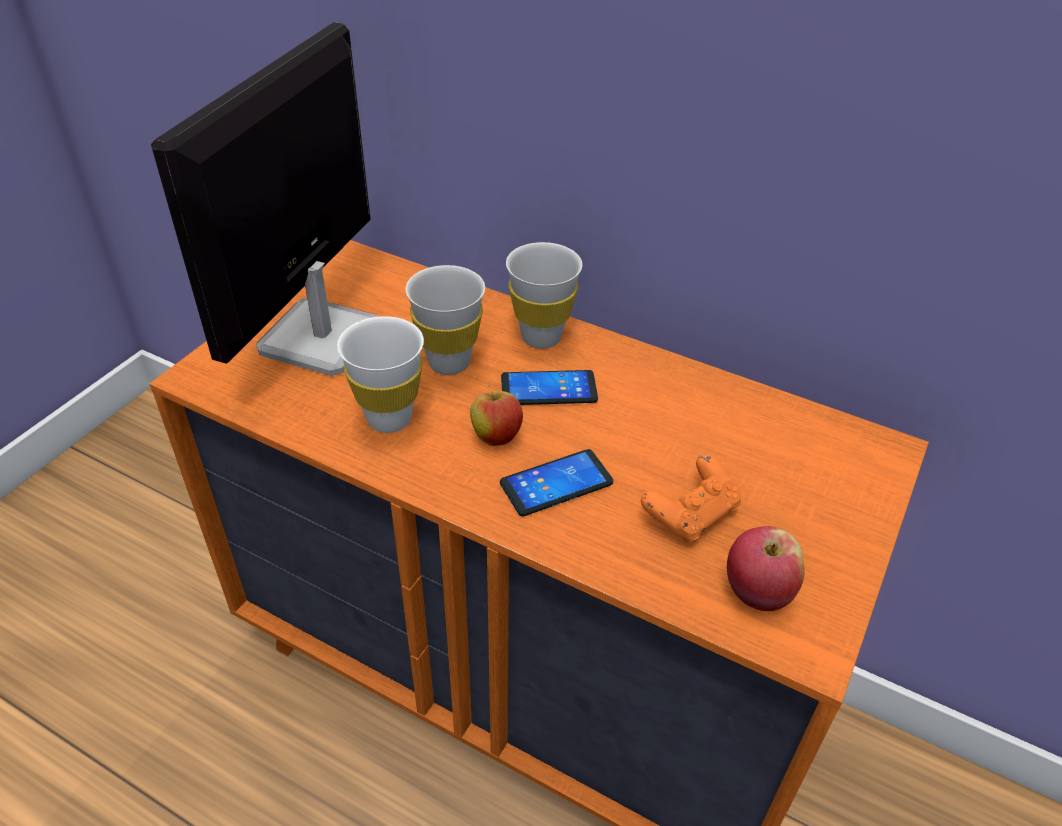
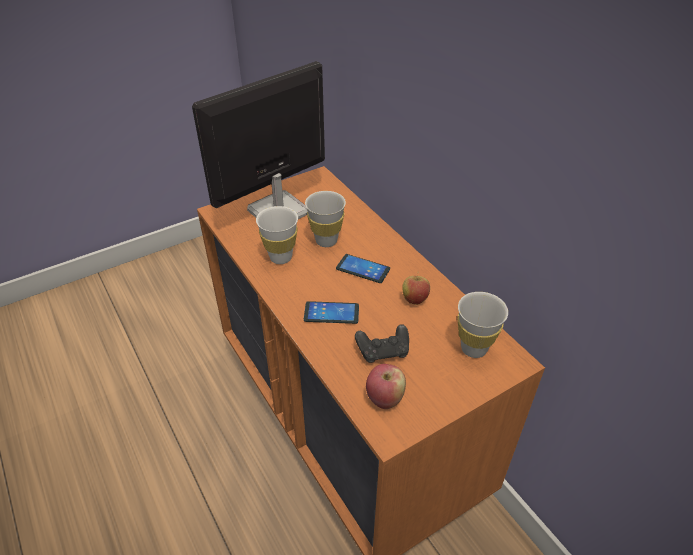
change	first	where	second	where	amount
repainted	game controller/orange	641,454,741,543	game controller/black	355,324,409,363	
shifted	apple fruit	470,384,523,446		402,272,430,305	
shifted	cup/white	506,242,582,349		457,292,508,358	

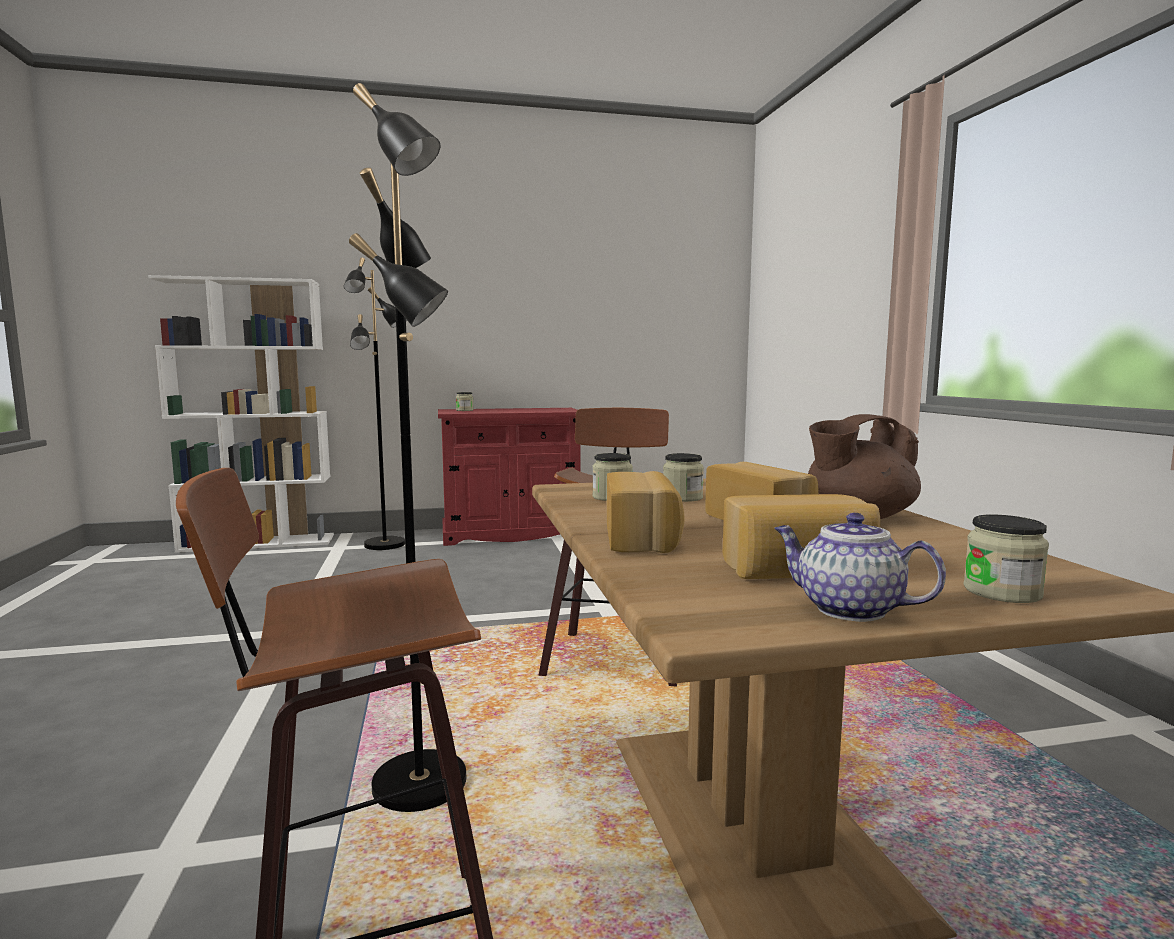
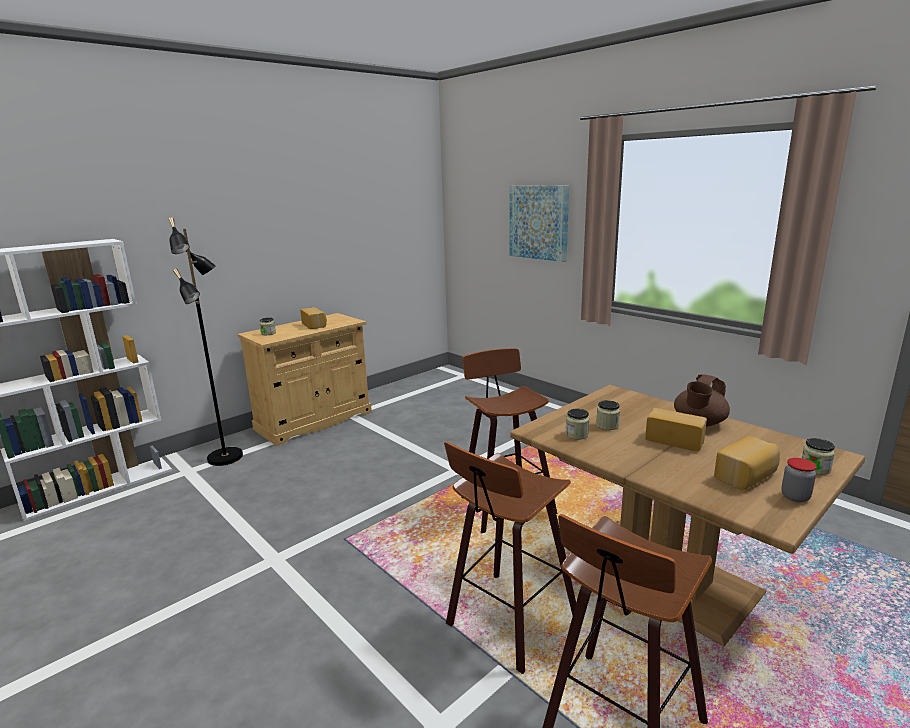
change	first	where	second	where	amount
repainted	storage cabinet/reddish	438,408,580,546	storage cabinet/beige-coloured	237,313,372,446	
shifted	bread	607,471,685,553		300,307,327,329	
swapped	standard lamp/black	349,83,466,812	stool	444,442,576,674	
new			wall picture	509,185,569,262	
swapped	pot for tea	774,513,946,622	preserve jar	781,458,816,502	

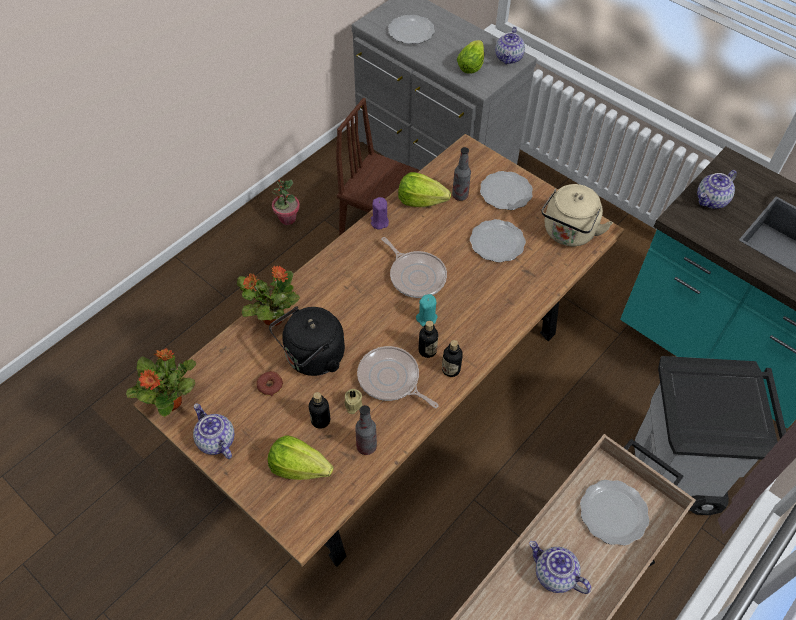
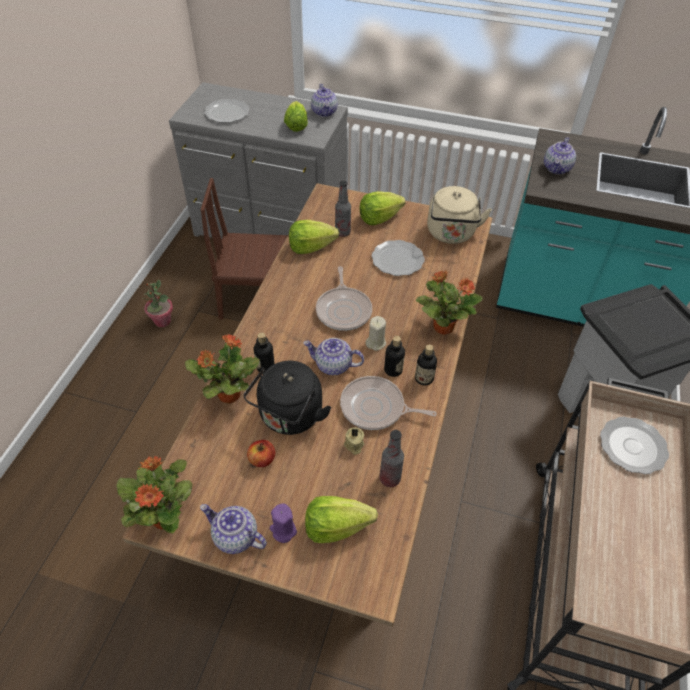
change	first	where	second	where	amount
swapped	doughnut	256,371,283,396	apple fruit	247,440,275,467	
shifted	drink bottle	309,392,330,429		254,333,275,372	
shifted	wax candle/purplish	371,197,389,230		270,503,297,543	
shifted	pot for tea	529,541,591,594		303,338,364,375	
rotated	pan	381,237,447,298		316,266,372,331	60 degrees clockwise
swapped	dinner plate	480,171,533,210	lettuce	360,191,405,225	
repainted	wax candle/blue-green	416,294,438,327	wax candle/beige-coloured	366,316,386,351	
new			plant in a pot	416,270,483,335	

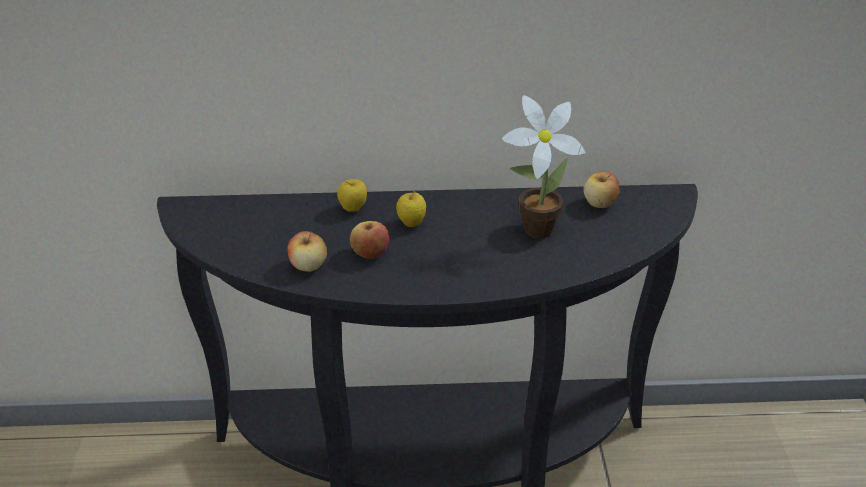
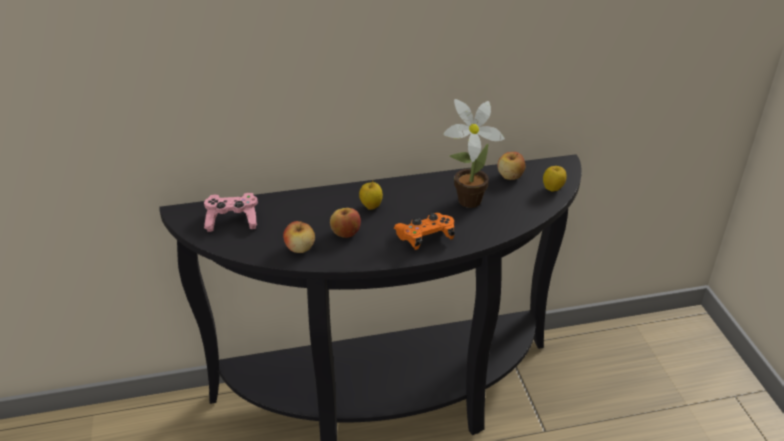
change	first	where	second	where	amount
new			game controller/pinkish	204,193,258,232	
new			game controller/orange	394,213,455,250	
shifted	apple fruit	337,179,367,212		543,166,567,192	

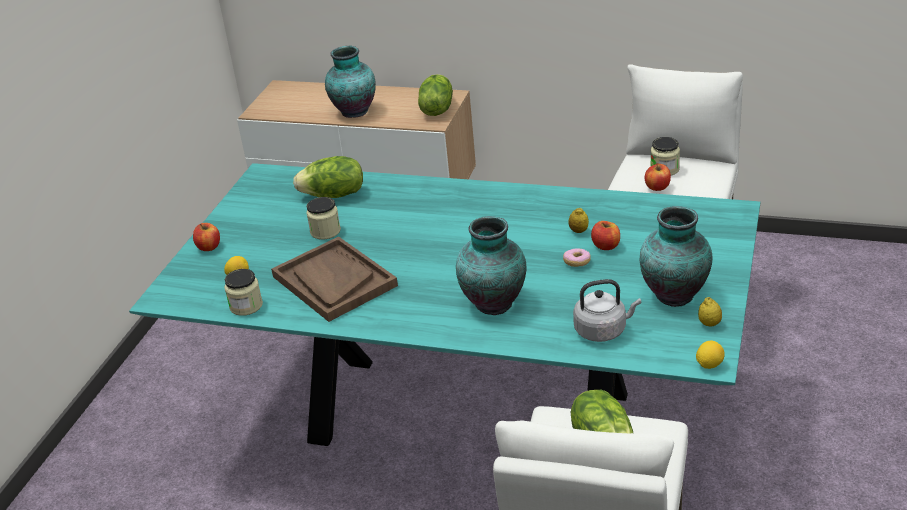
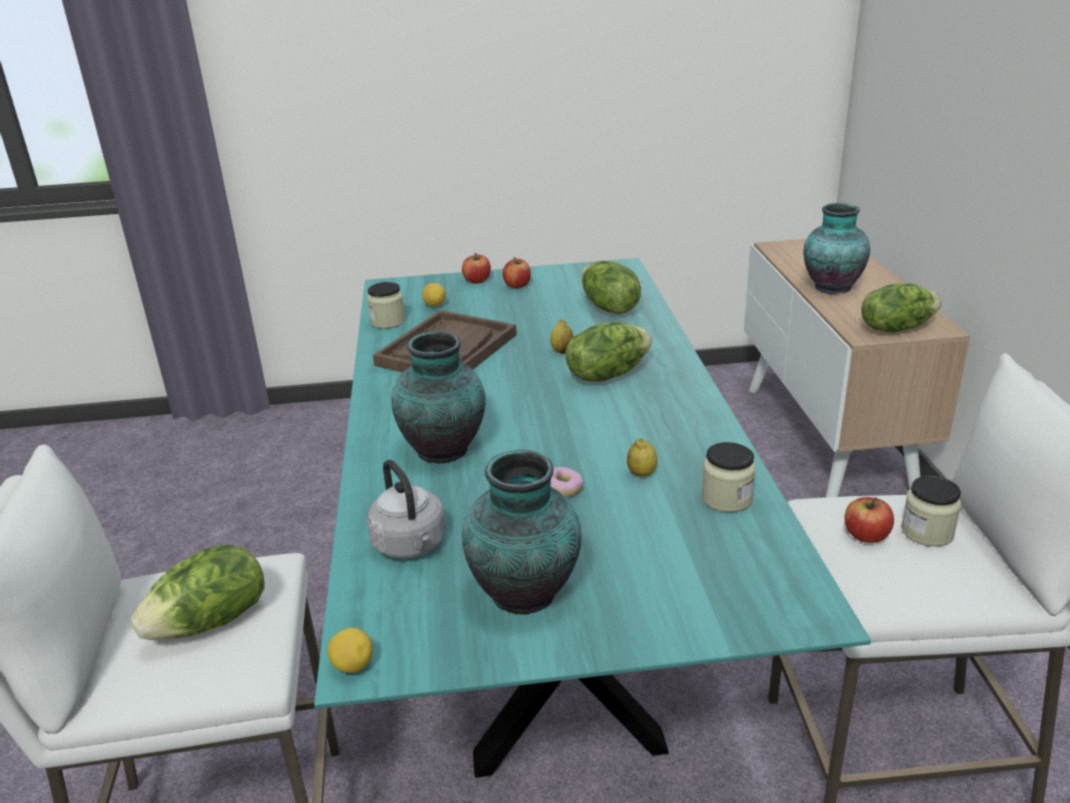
change	first	where	second	where	amount
shifted	apple fruit	591,221,620,250		503,257,531,288	
shifted	lemon	698,297,722,327		550,320,574,354	
new			lettuce	565,322,652,382	
shifted	preserve jar	306,197,341,240		702,442,756,512	

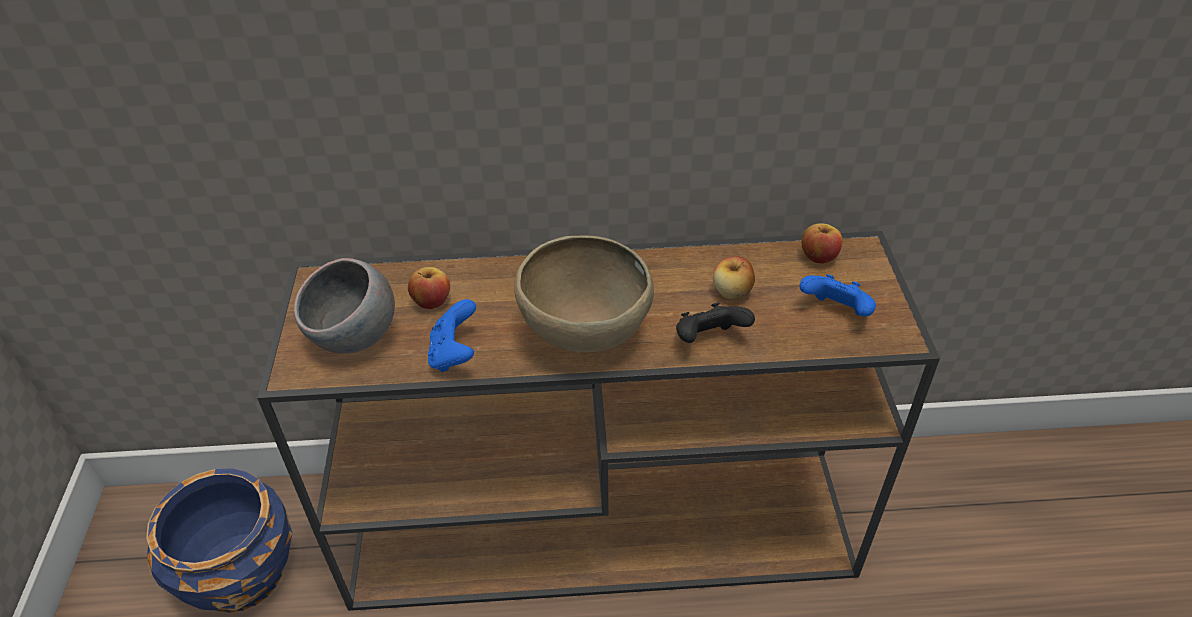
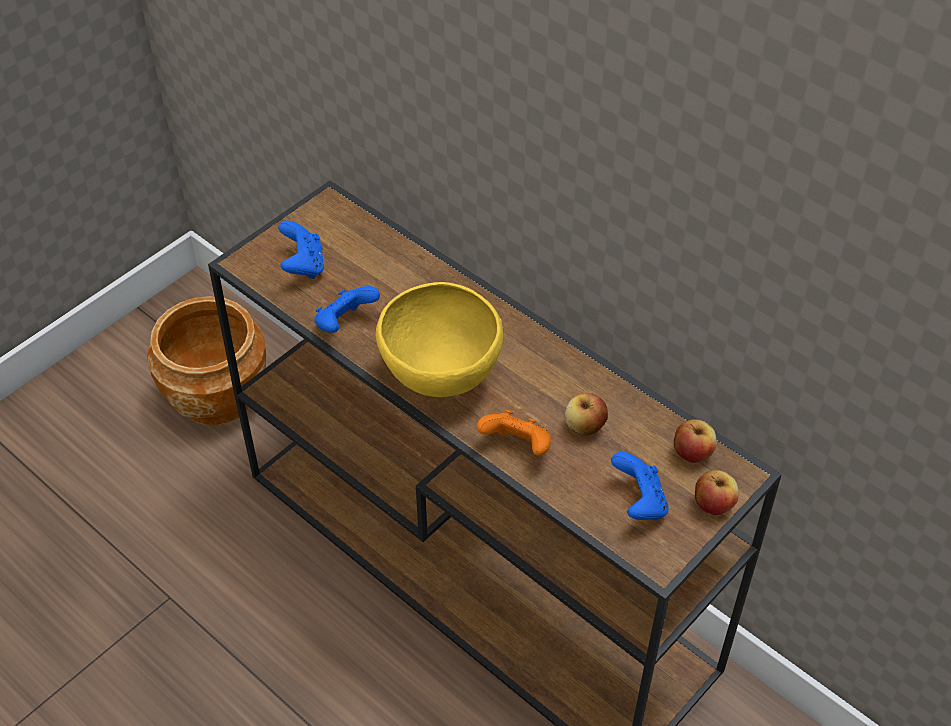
change	first	where	second	where	amount
repainted	flower pot/blue-coloured	146,468,293,613	flower pot/brown	147,296,266,425	
swapped	bowl/greyish	294,258,395,354	game controller/blue-coloured	278,220,324,279	
repainted	bowl/brown	514,235,654,353	bowl/yellowish	376,282,503,397	
repainted	game controller/black	676,302,755,343	game controller/orange	477,410,551,456	
shifted	apple fruit	408,267,450,309		695,470,739,515	

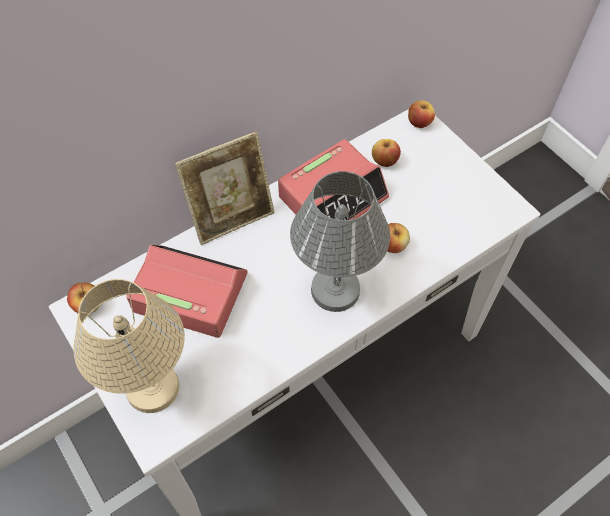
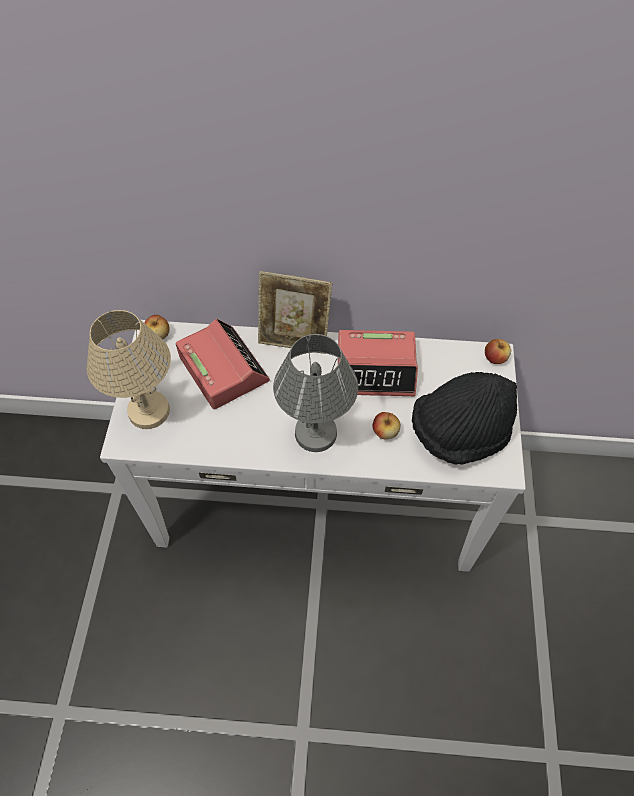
change	first	where	second	where	amount
new			wearable hat/black	412,372,517,465	
gone	apple fruit	372,139,401,167			

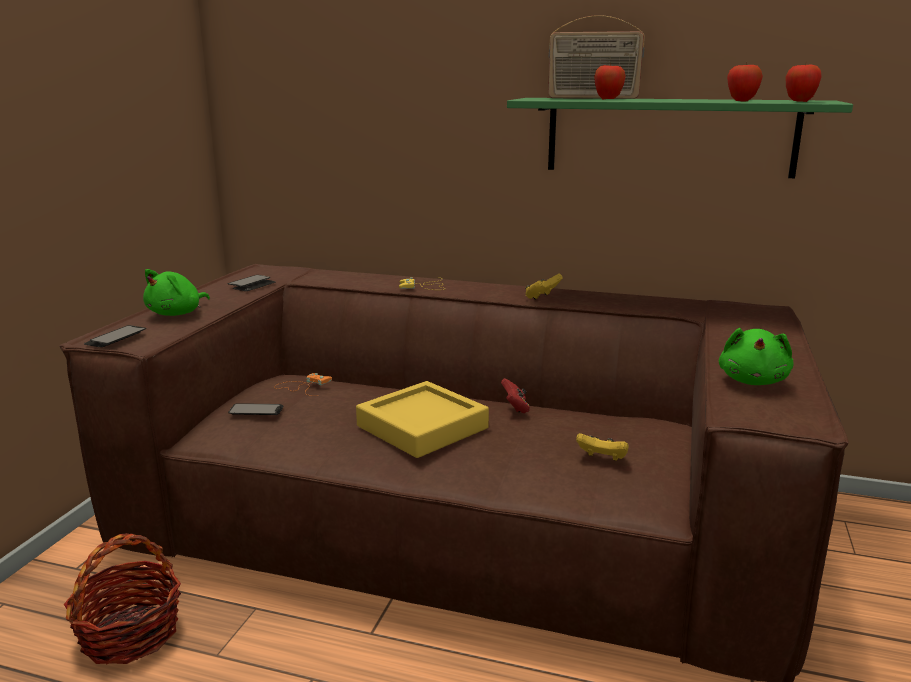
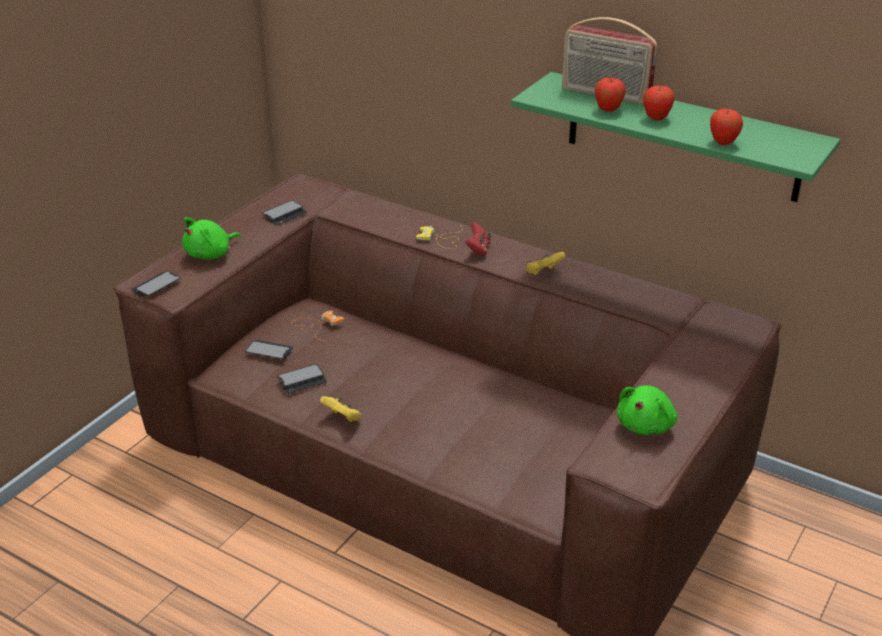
change	first	where	second	where	amount
new			phone	278,364,327,394	
shifted	game controller/yellowish	576,433,629,461		320,396,361,422	
shifted	game controller/reddish	501,378,530,413		465,222,491,256	
shifted	apple fruit	786,62,822,102		643,86,674,121	
gone	household basket	64,533,181,664			
gone	tray/yellowish	356,381,489,458			

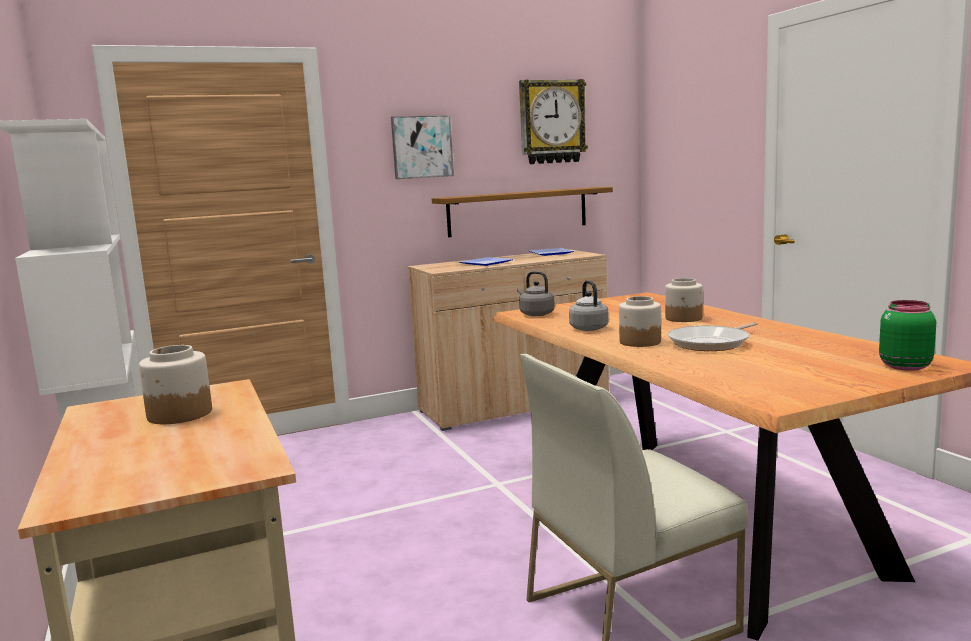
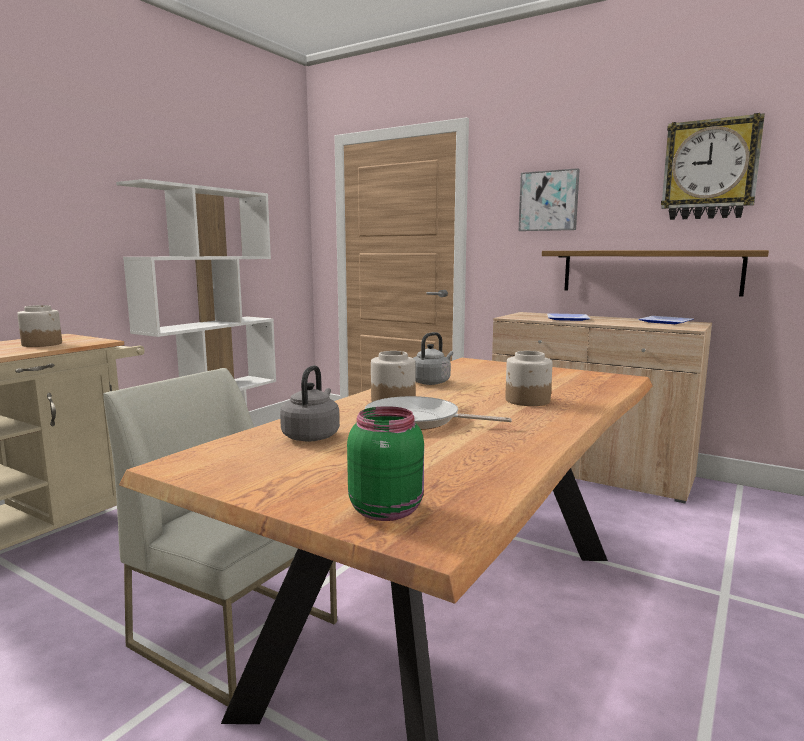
change	first	where	second	where	amount
shifted	water kettle/greyish	517,271,555,316		280,365,340,441	

